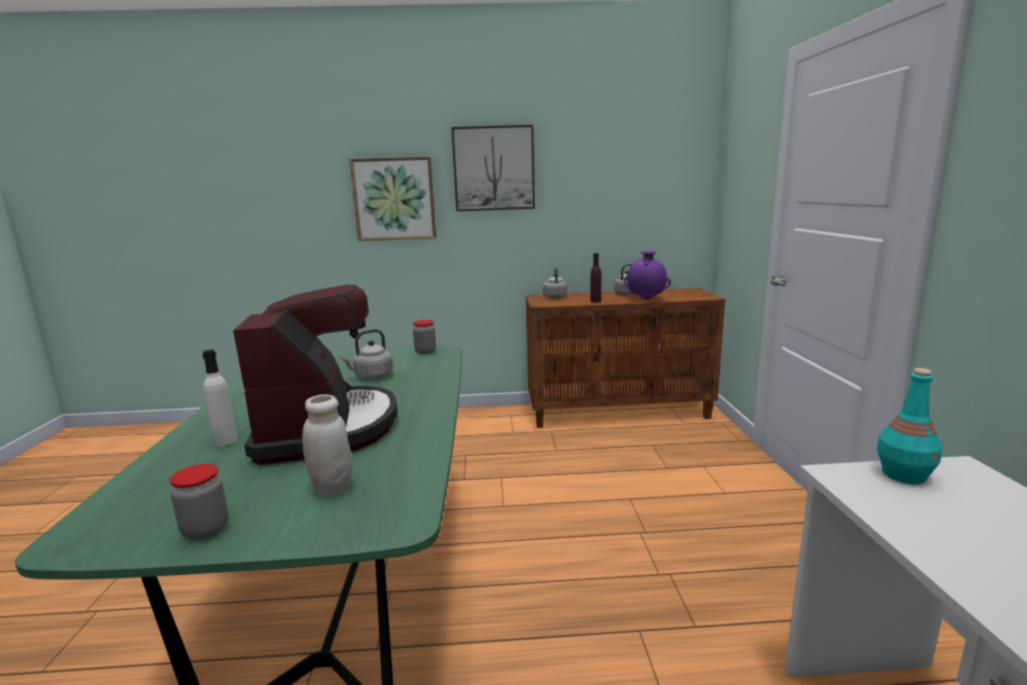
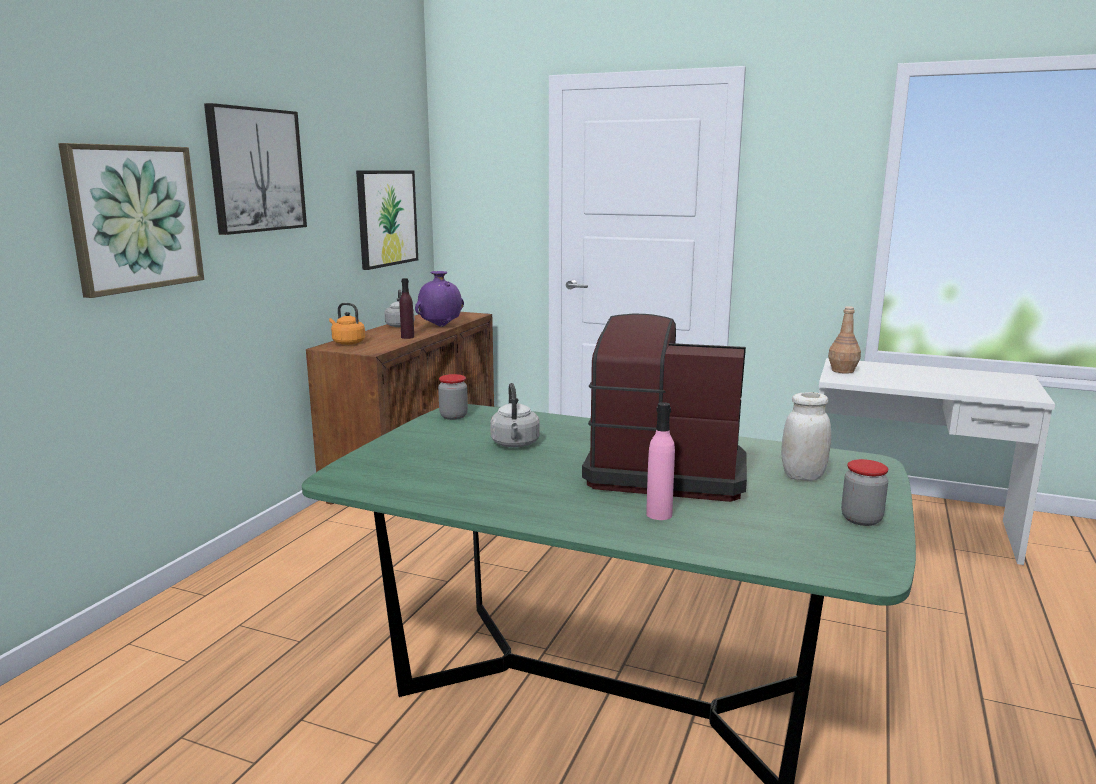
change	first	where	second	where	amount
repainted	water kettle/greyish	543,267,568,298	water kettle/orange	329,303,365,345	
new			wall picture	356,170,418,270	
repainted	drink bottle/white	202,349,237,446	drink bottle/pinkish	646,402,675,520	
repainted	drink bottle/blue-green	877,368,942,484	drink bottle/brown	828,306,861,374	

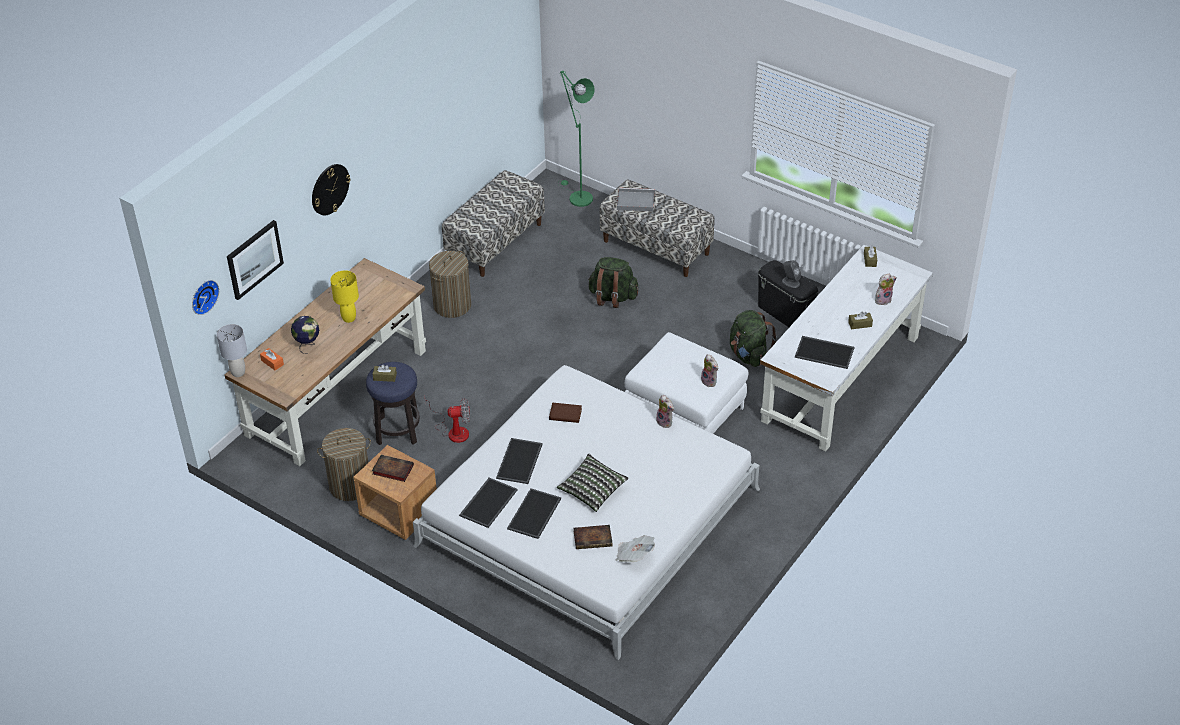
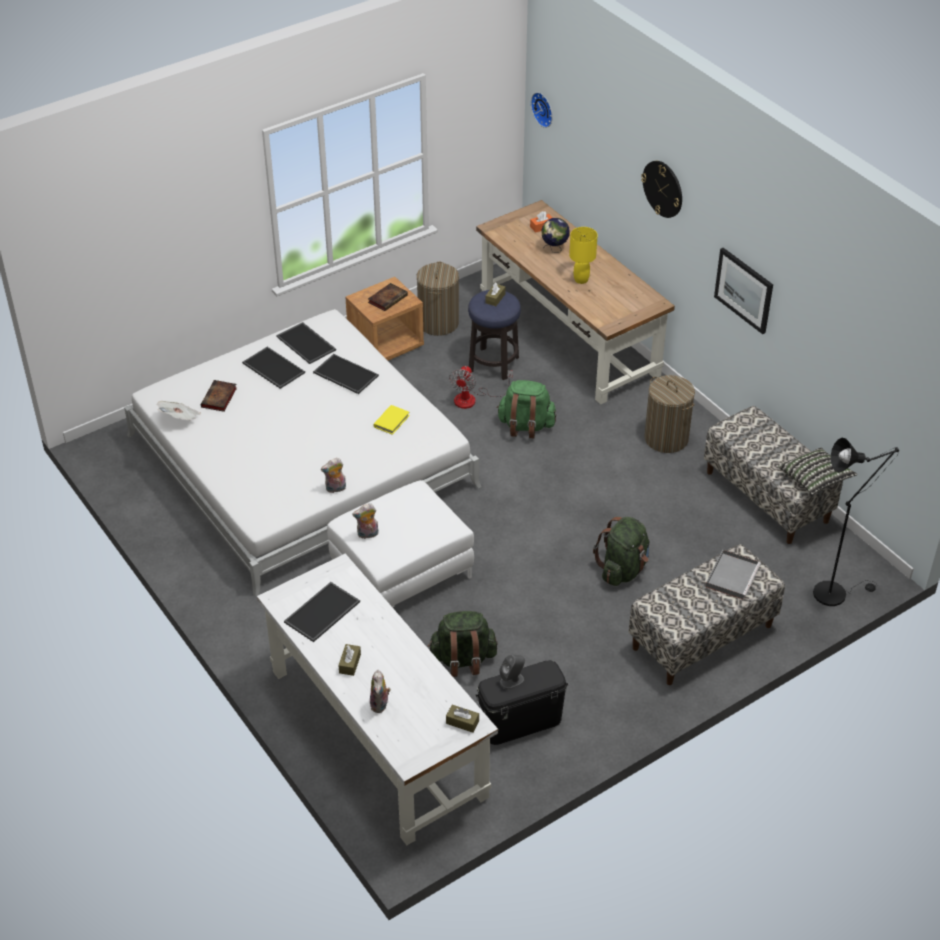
change	first	where	second	where	amount
repainted	book/brown	549,403,582,423	book/yellowish	373,405,410,435	
new			backpack/green-coloured	497,380,556,438	
shifted	wall picture	227,220,284,300		714,248,773,334	
shifted	throw pillow	557,454,629,512		778,447,857,494	
repainted	standard lamp/green-coloured	558,71,594,207	standard lamp/black	813,438,899,606	
gone	tabletop lamp/greyish	217,324,247,377			

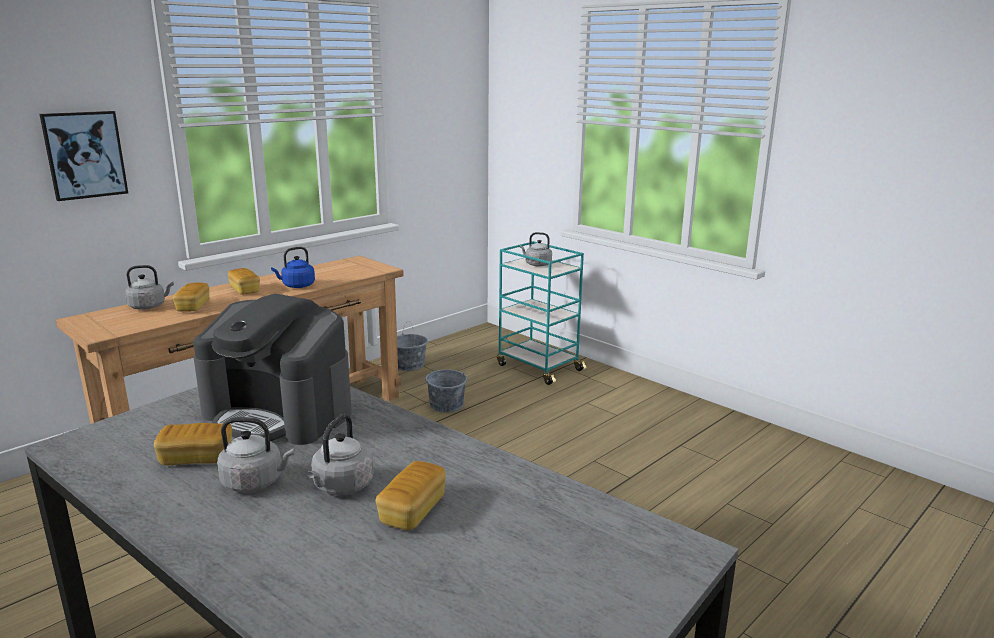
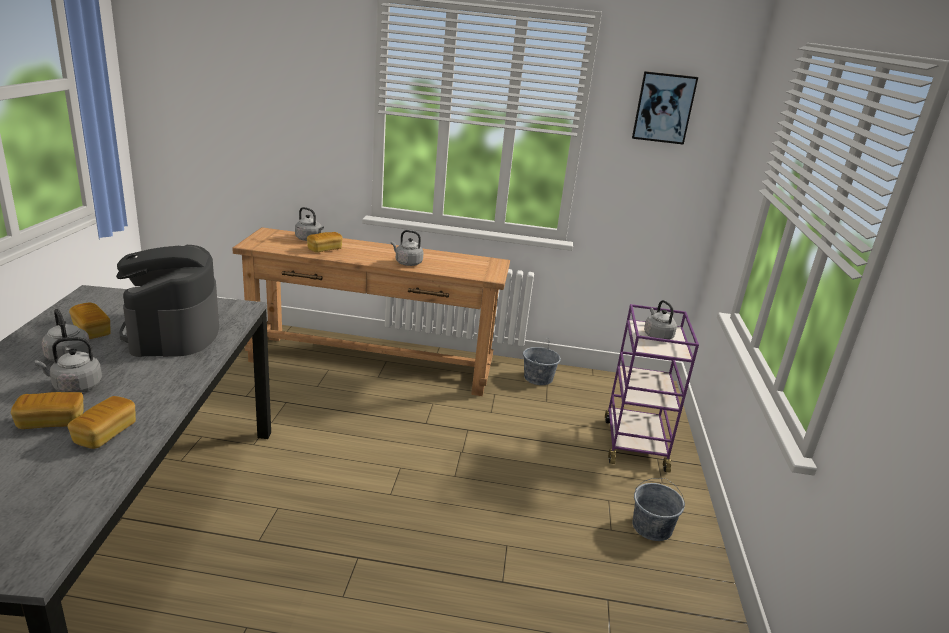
change	first	where	second	where	amount
shifted	bread	228,268,260,294		68,396,136,449	
repainted	water kettle/blue-coloured	271,247,315,288	water kettle/greyish	391,230,423,266	
repainted	wheeled cart/blue-green	497,241,587,385	wheeled cart/purplish	605,304,699,473	
shifted	wall picture	40,111,128,201		632,71,698,145	
shifted	bucket/greyish	425,357,467,413		632,478,685,541	

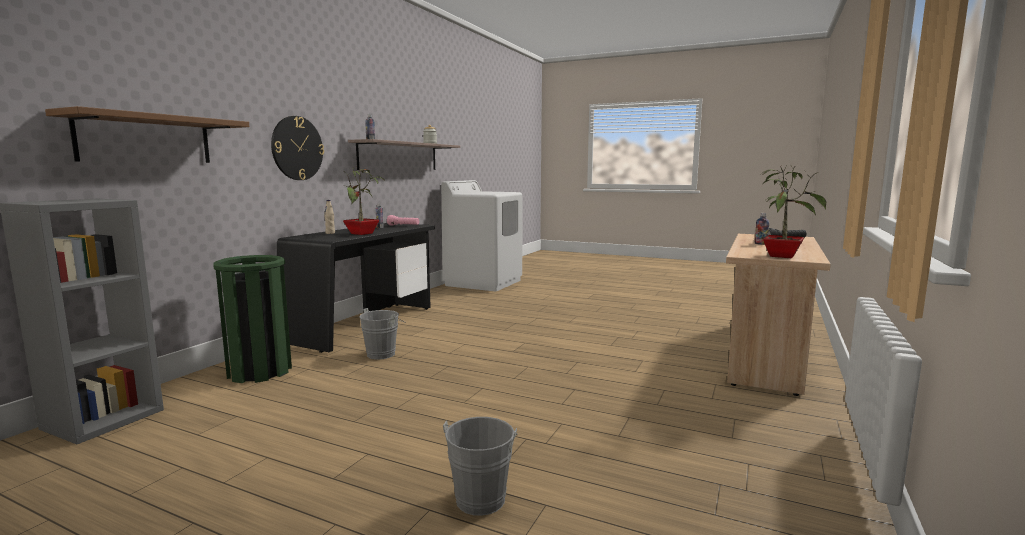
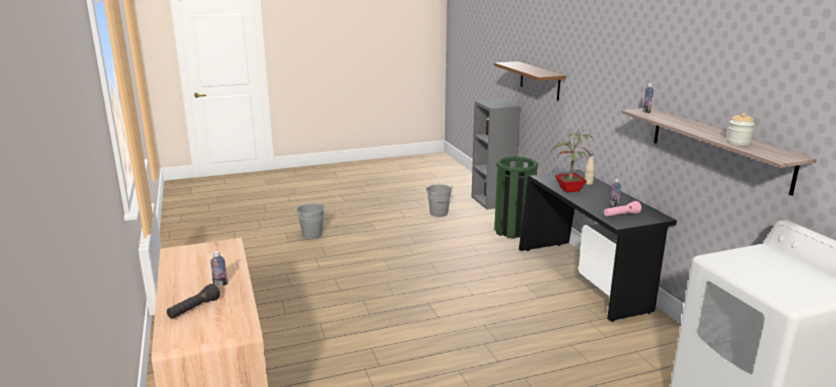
change	first	where	second	where	amount
shifted	bucket/greyish	360,308,406,360		426,184,453,217	
gone	wall clock	271,116,324,180			
gone	plant in a pot	763,167,826,258			

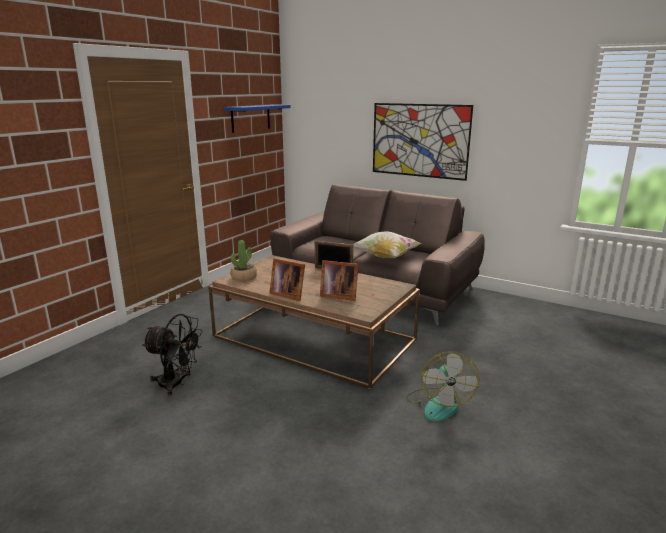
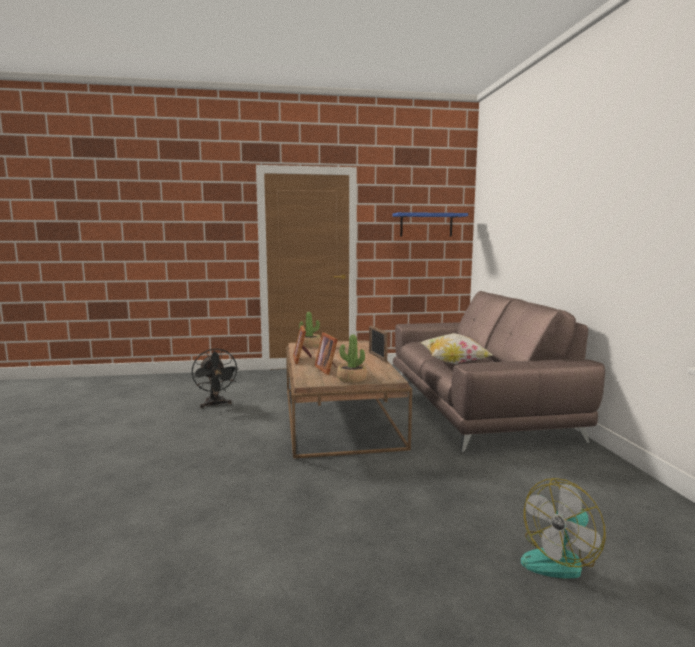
change	first	where	second	where	amount
new			plant in a pot	337,335,367,383	
shifted	fan	406,351,479,421		521,478,606,579	
gone	wall picture	373,103,473,181			

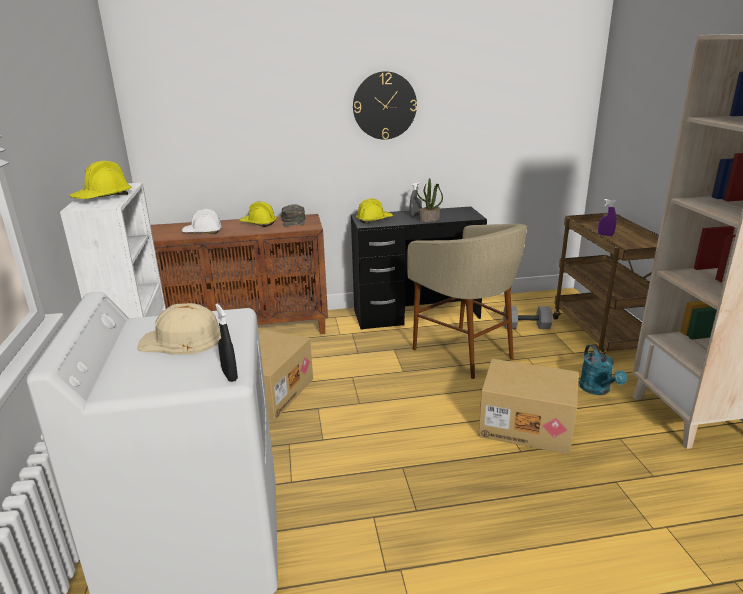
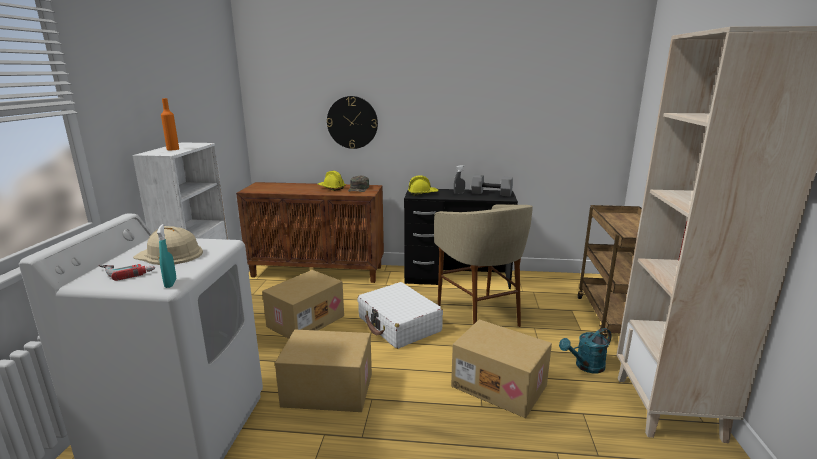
change	first	where	second	where	amount
new			electric drill	98,264,155,281	
repainted	spray bottle/black	216,304,238,382	spray bottle/blue-green	157,224,176,288	
swapped	safety helmet/yellowish	69,161,132,199	drink bottle/orange	161,98,179,150	
new			packing box	275,330,372,412	
shifted	wall clock	353,71,417,140		327,96,378,149	
new			travel case/white	357,282,443,349	
shifted	hand weight/greyish	503,306,552,329		471,175,513,197	
rotated	sprinkling can/blue-green	579,345,627,395		559,328,611,373	60 degrees clockwise
gone	safety helmet/white	182,209,222,234			
gone	plant in a pot	416,178,443,222			
gone	spray bottle/purplish	598,199,617,236			

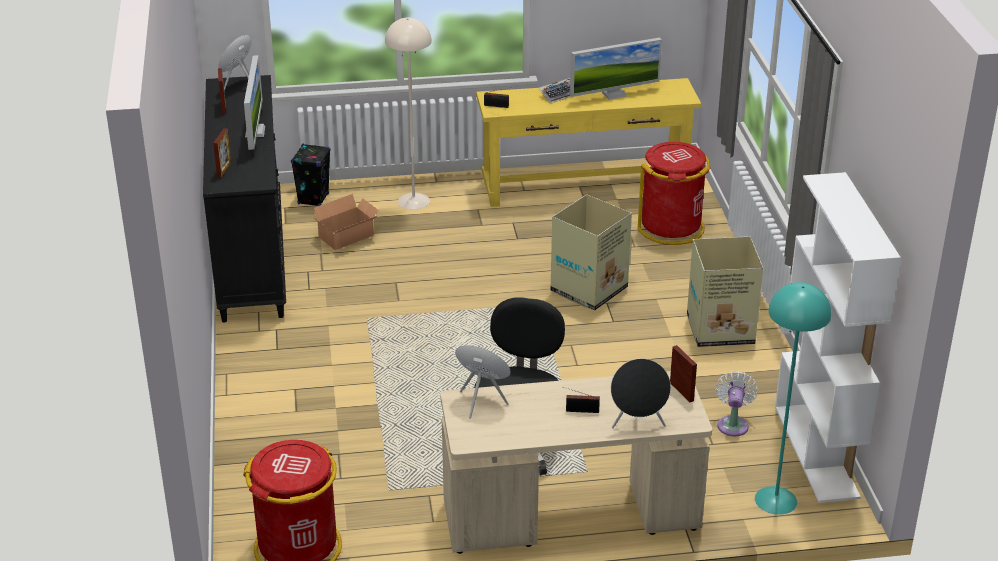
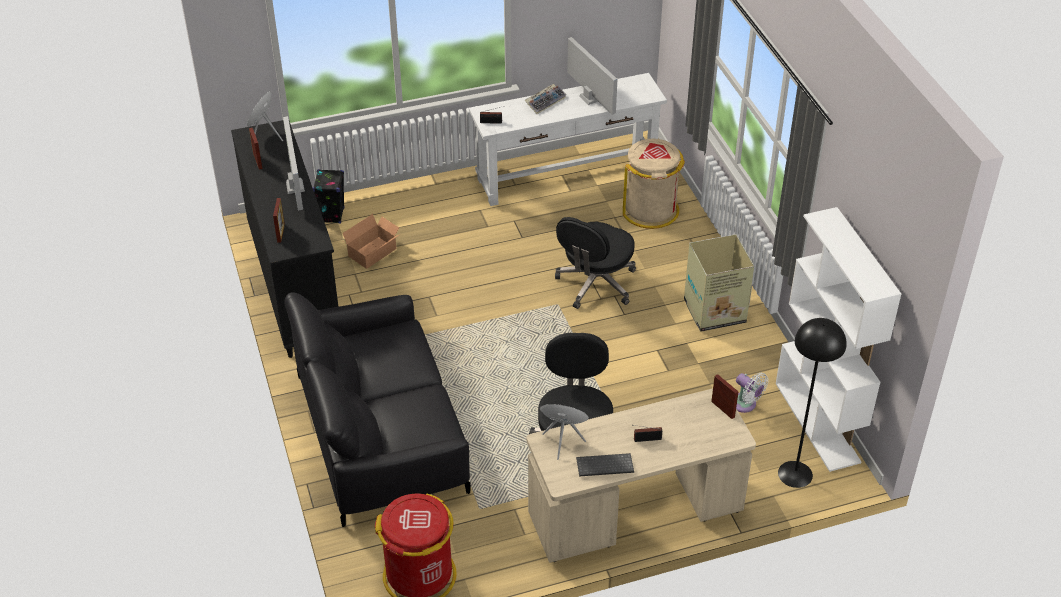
change	first	where	second	where	amount
new			settee/black	284,293,471,527	
repainted	hall table/yellowish	476,78,701,207	hall table/white	469,73,667,206	
swapped	packing box	551,194,632,311	desk chair/black	555,217,636,309	
rotated	computer screen	570,38,662,100		567,37,617,115	90 degrees counterclockwise
new			computer keyboard	576,453,634,477	
repainted	rubbish bin/reddish	638,142,711,245	rubbish bin/beige-coloured	623,139,685,229	
rotated	fan/white	715,371,758,436		736,373,768,413	135 degrees clockwise
repainted	standard lamp/blue-green	755,282,831,515	standard lamp/black	778,318,847,488	
gone	standard lamp/beige-coloured	385,17,432,209			
gone	audio speaker/black	611,358,671,429			

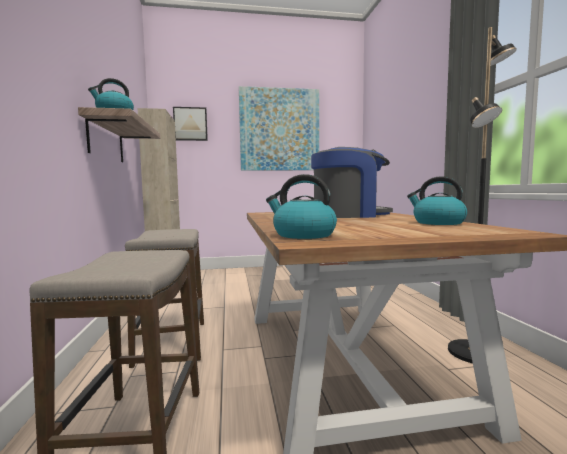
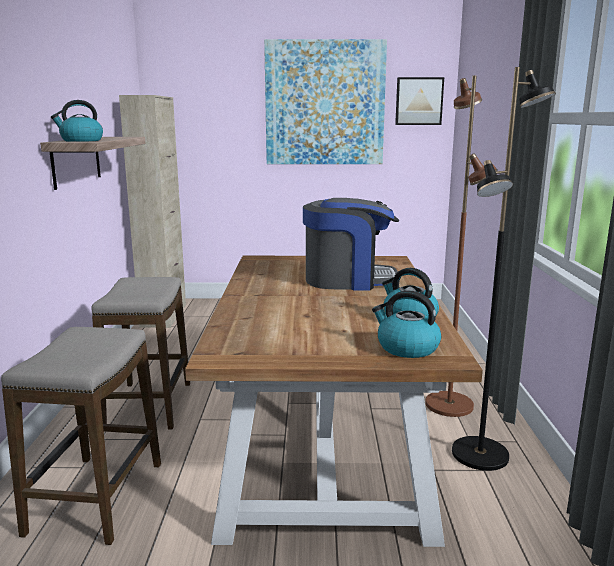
change	first	where	second	where	amount
shifted	water kettle	266,174,337,239		372,290,441,358	
shifted	wall picture	173,107,208,141		395,77,444,125	
new			standard lamp/brown	425,75,498,417	

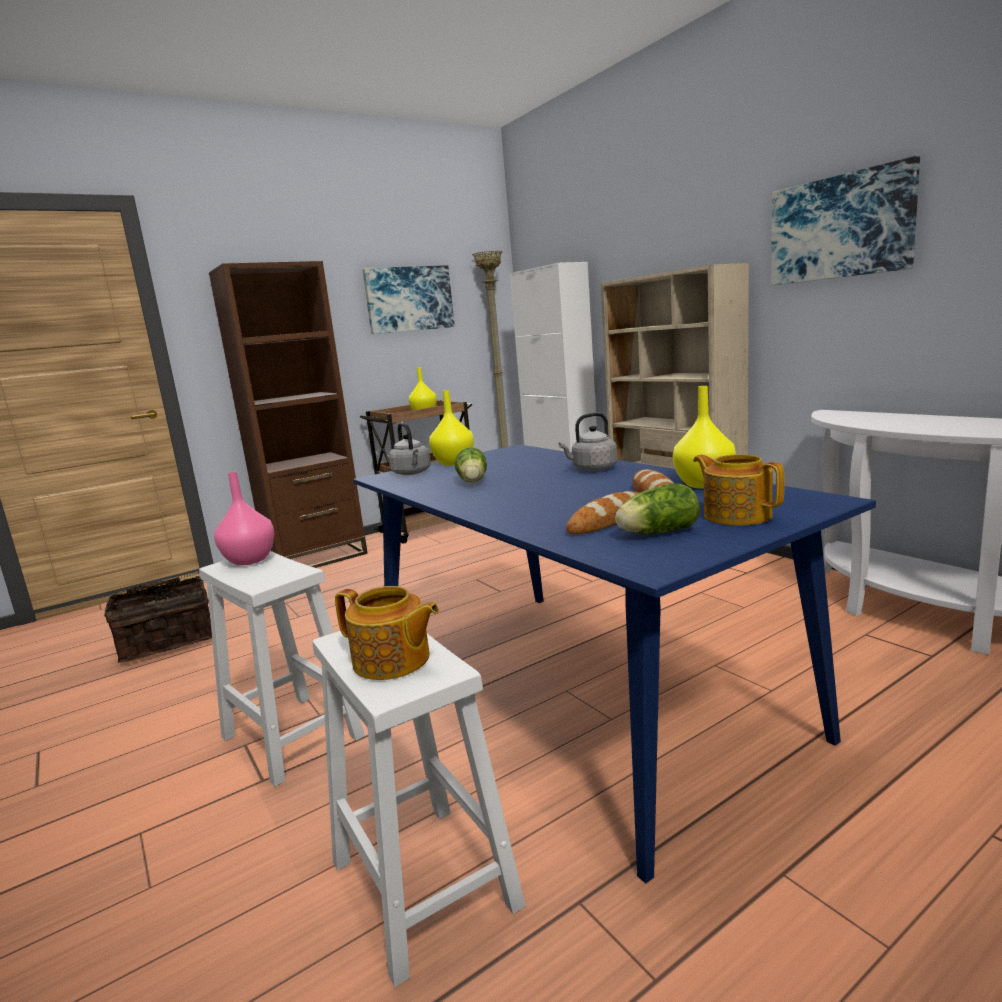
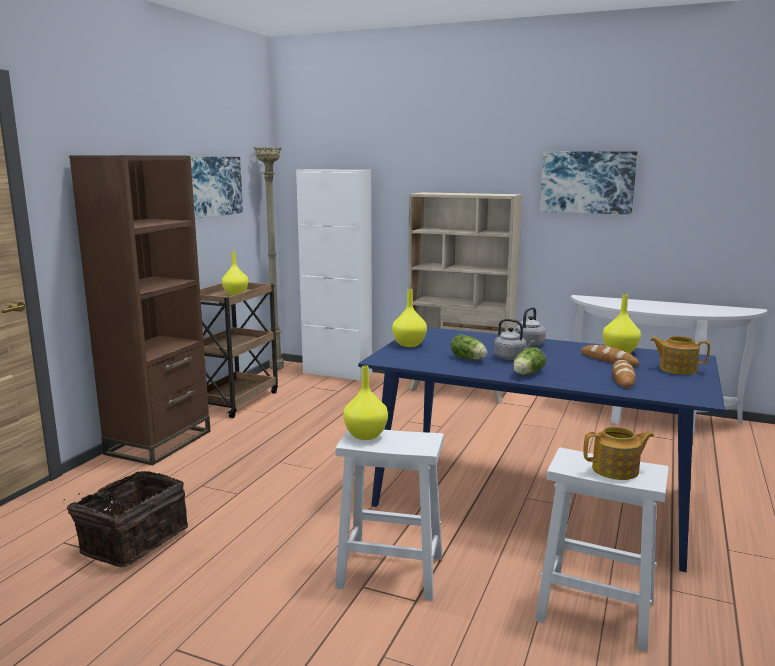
change	first	where	second	where	amount
repainted	flower vase/pinkish	214,472,274,565	flower vase/yellowish	343,366,388,440	
shifted	water kettle/greyish	388,423,431,475		494,319,535,360	
shifted	lettuce	615,483,700,534		513,347,546,375	

